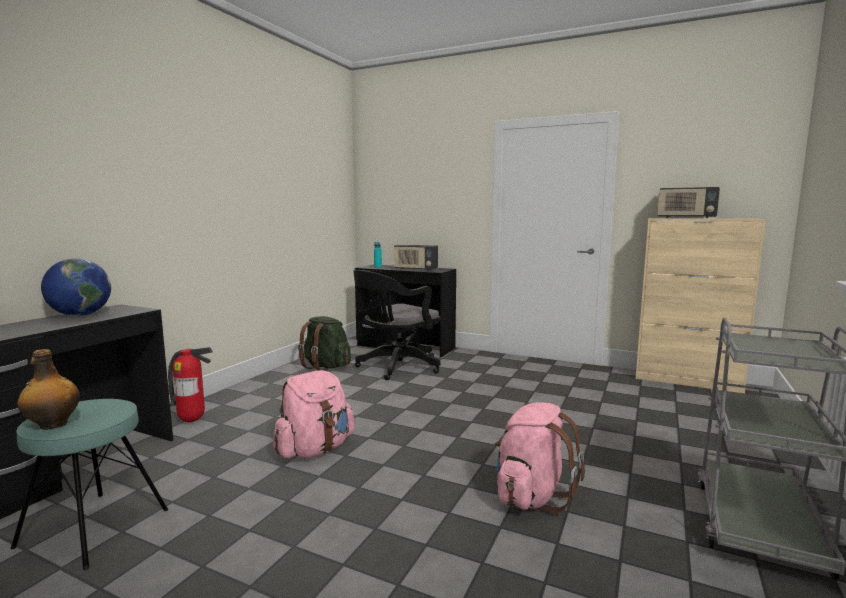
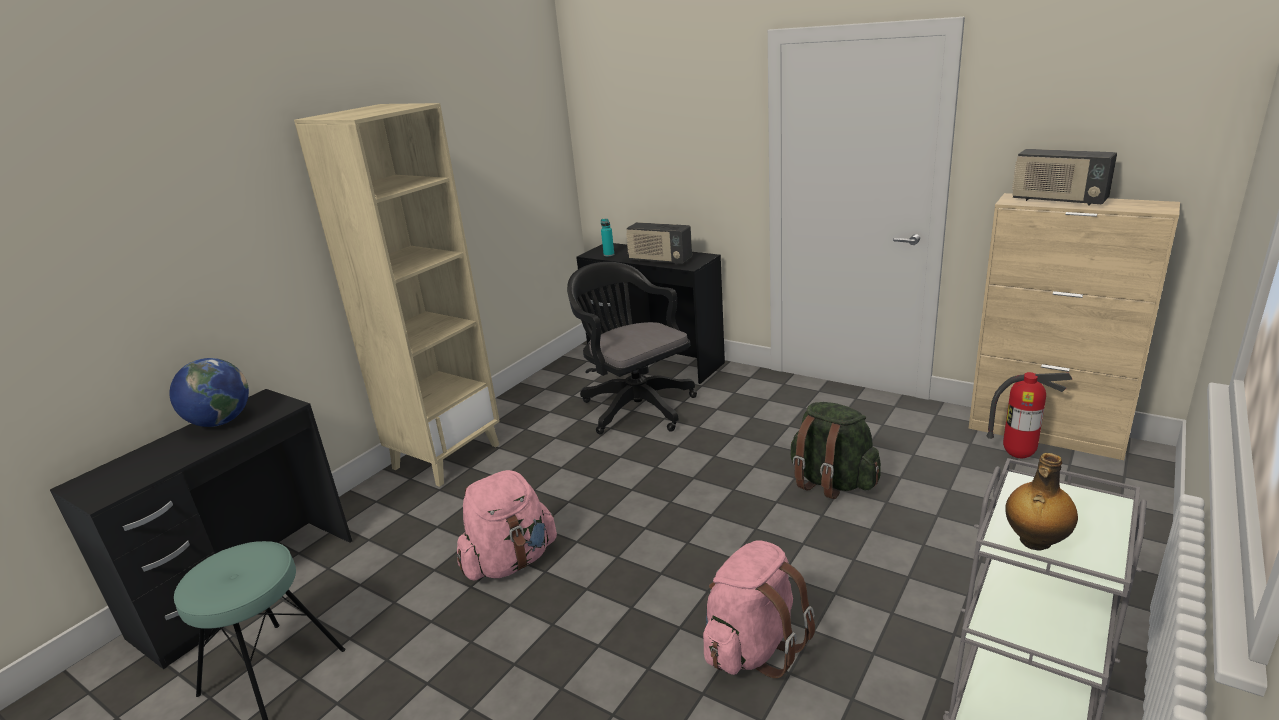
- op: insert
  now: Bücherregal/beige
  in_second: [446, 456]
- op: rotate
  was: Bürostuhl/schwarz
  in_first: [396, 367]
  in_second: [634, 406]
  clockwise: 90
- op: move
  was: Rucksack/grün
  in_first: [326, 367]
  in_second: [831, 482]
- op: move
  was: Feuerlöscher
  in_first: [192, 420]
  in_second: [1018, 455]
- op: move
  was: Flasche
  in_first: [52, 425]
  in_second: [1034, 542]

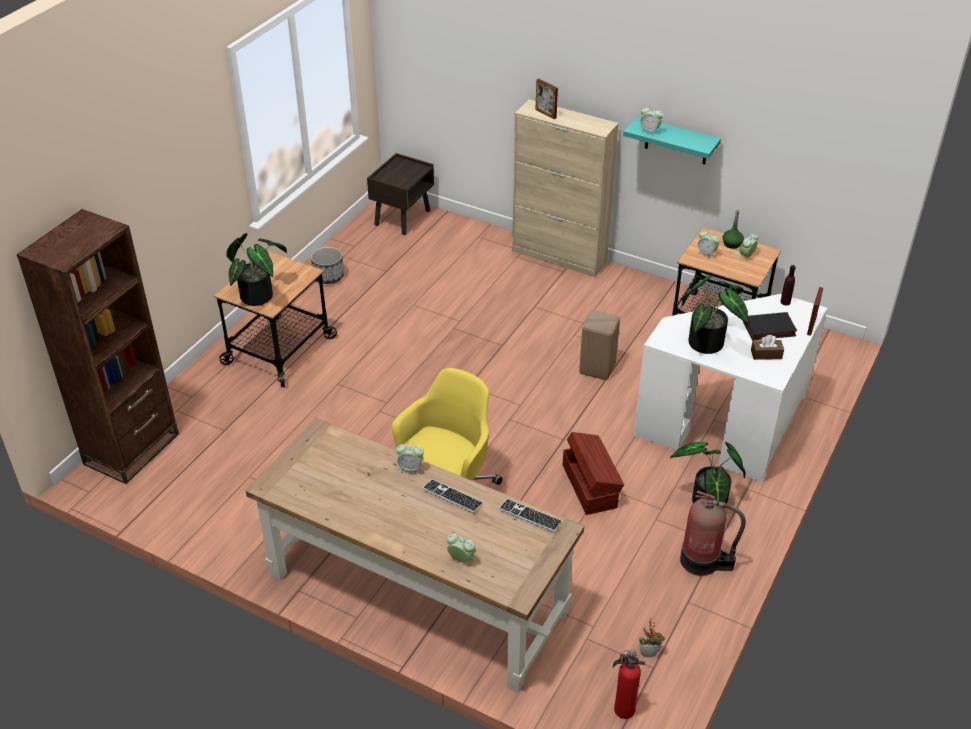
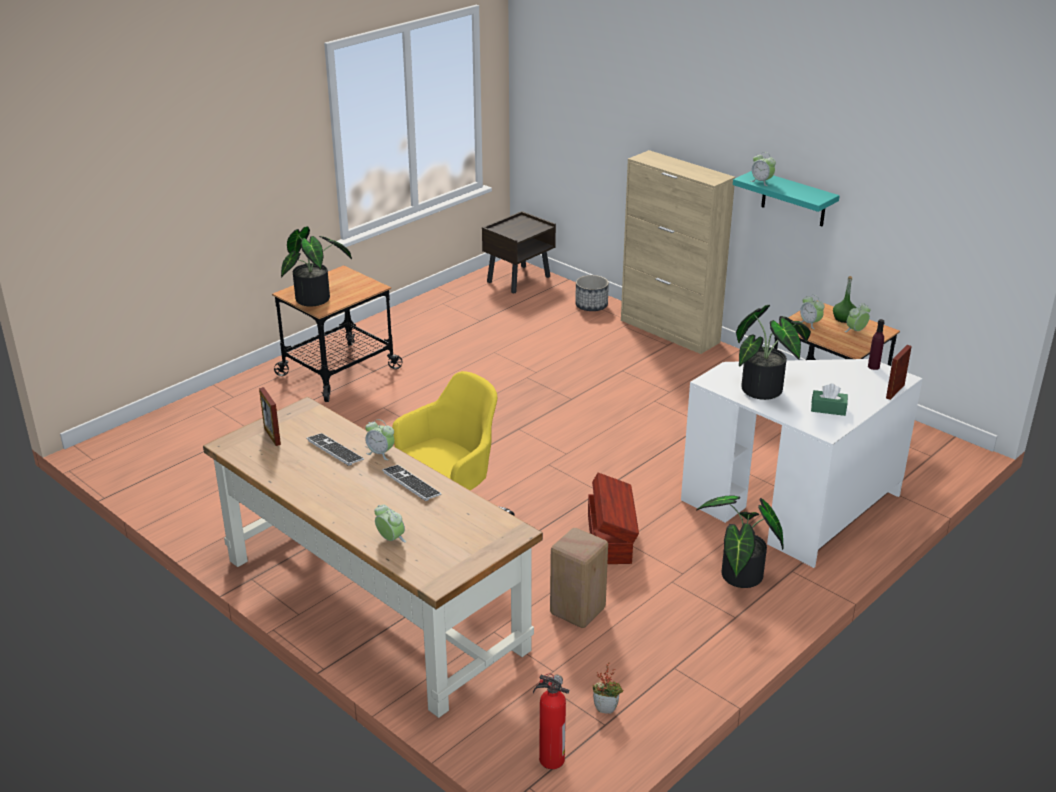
- op: move
  was: Bilderrahmen
  in_first: [546, 113]
  in_second: [272, 436]
- op: move
  was: Tastatur
  in_first: [530, 516]
  in_second: [335, 450]
- op: move
  was: Hocker/beige
  in_first: [596, 367]
  in_second: [577, 609]
- op: move
  was: Pflanzkübel
  in_first: [328, 276]
  in_second: [591, 306]
- op: recolor
  was: Taschentuchbox/braun
  now: Taschentuchbox/grün
  in_first: [766, 354]
  in_second: [828, 409]
- op: delete
  was: Bücherregal/braun
  in_first: [132, 449]
- op: delete
  was: Feuerlöscher
  in_first: [703, 561]
- op: delete
  was: Buch/schwarz
  in_first: [769, 329]

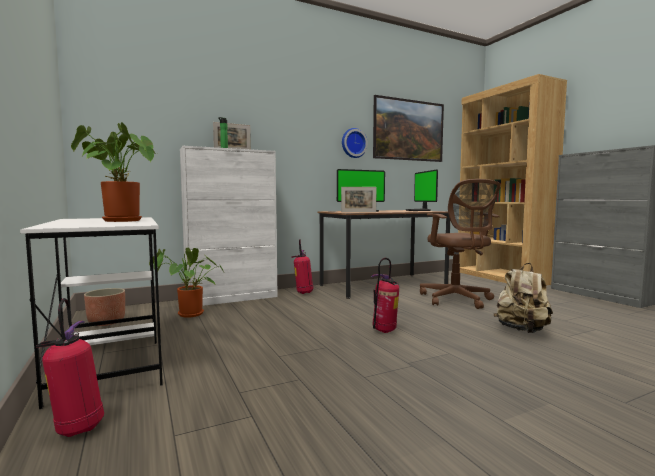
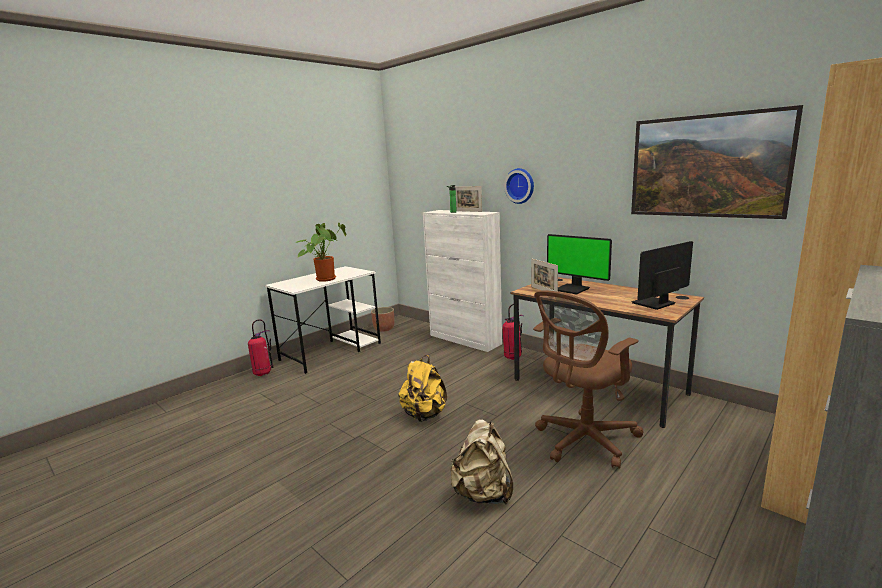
- op: replace
  was: Feuerlöscher
  now: Rucksack/gelb
  in_first: [384, 331]
  in_second: [424, 415]
- op: move
  was: Wanduhr
  in_first: [353, 143]
  in_second: [520, 185]
- op: delete
  was: Topfpflanze
  in_first: [187, 315]

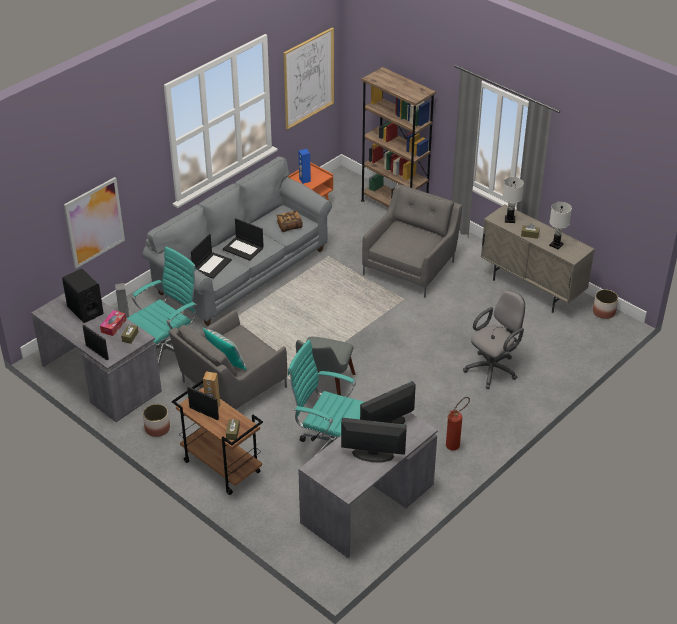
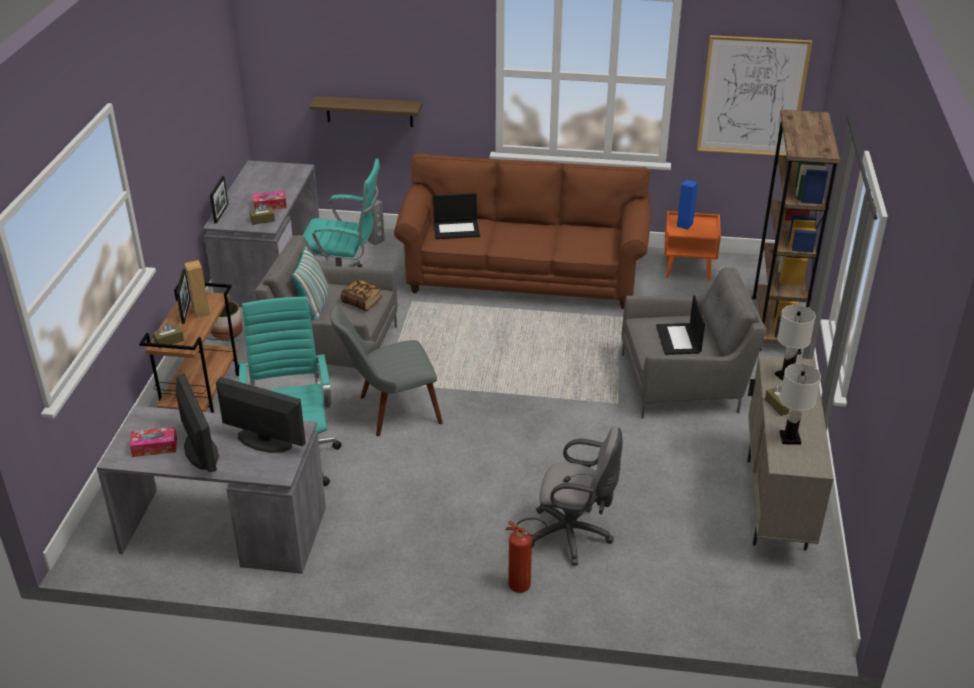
- op: insert
  now: Taschentuchbox
  in_second: [154, 447]
- op: replace
  was: Bild
  now: Wandregal
  in_first: [94, 222]
  in_second: [369, 111]
- op: move
  was: Buch
  in_first: [289, 226]
  in_second: [362, 302]
- op: recolor
  was: Sofa/grau
  now: Sofa/braun
  in_first: [242, 272]
  in_second: [523, 276]
- op: move
  was: Feuerlöscher
  in_first: [455, 444]
  in_second: [525, 586]
- op: move
  was: Laptop
  in_first: [243, 248]
  in_second: [679, 339]
- op: delete
  was: Lautsprecher/schwarz
  in_first: [85, 310]
- op: delete
  was: Pflanzkübel
  in_first: [603, 312]

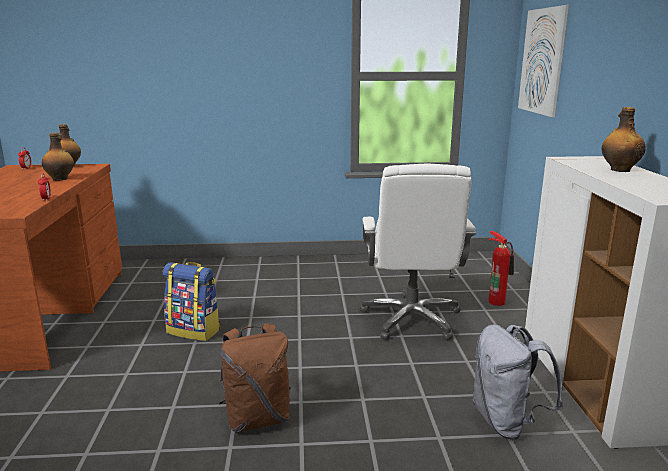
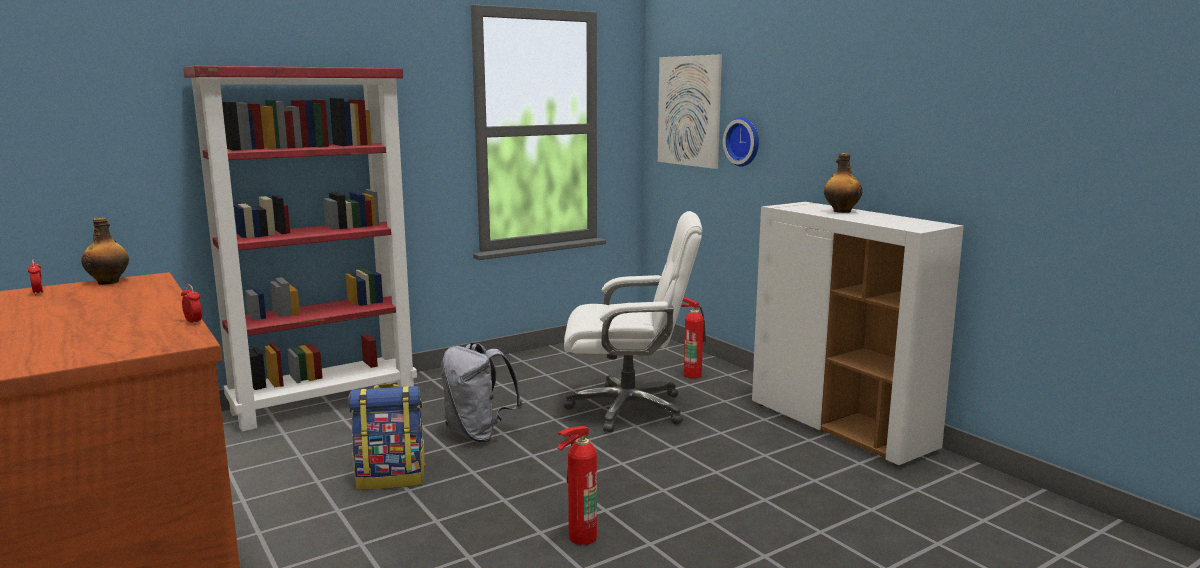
- op: insert
  now: Bücherregal/rot
  in_second: [326, 402]
- op: move
  was: Rucksack/grau
  in_first: [507, 422]
  in_second: [478, 434]
- op: replace
  was: Rucksack/braun
  now: Feuerlöscher
  in_first: [257, 418]
  in_second: [578, 537]
- op: rotate
  was: Bürostuhl/weiß
  in_first: [411, 319]
  in_second: [629, 408]
  clockwise: -60
- op: insert
  now: Wanduhr
  in_second: [744, 141]
- op: delete
  was: Flasche
  in_first: [60, 179]

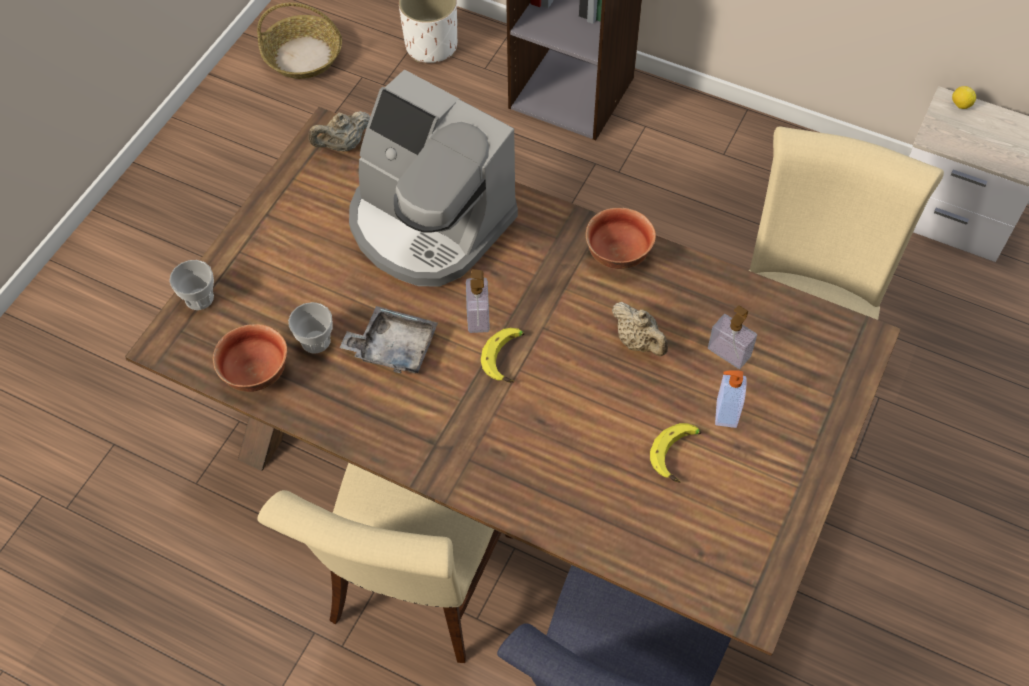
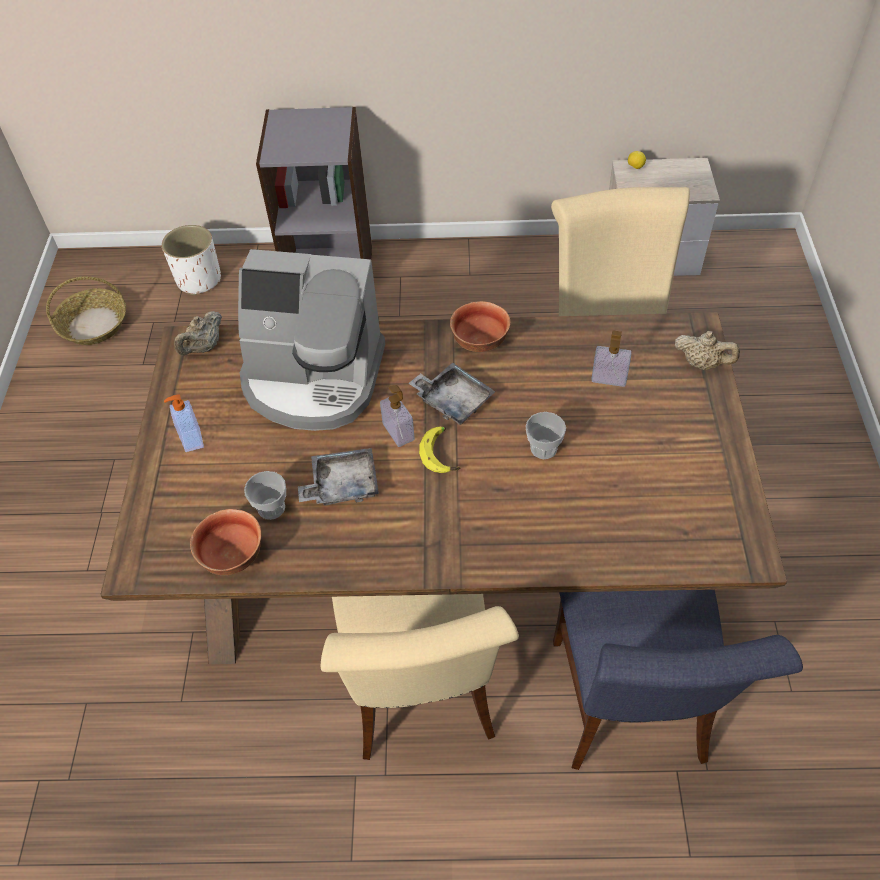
- op: move
  was: Seifenspender
  in_first: [725, 413]
  in_second: [191, 440]
- op: insert
  now: Tablett/grau
  in_second: [453, 400]
- op: move
  was: Tasse
  in_first: [199, 298]
  in_second: [543, 448]
- op: move
  was: Teekanne/beige
  in_first: [638, 342]
  in_second: [702, 363]
- op: delete
  was: Banane
  in_first: [678, 455]

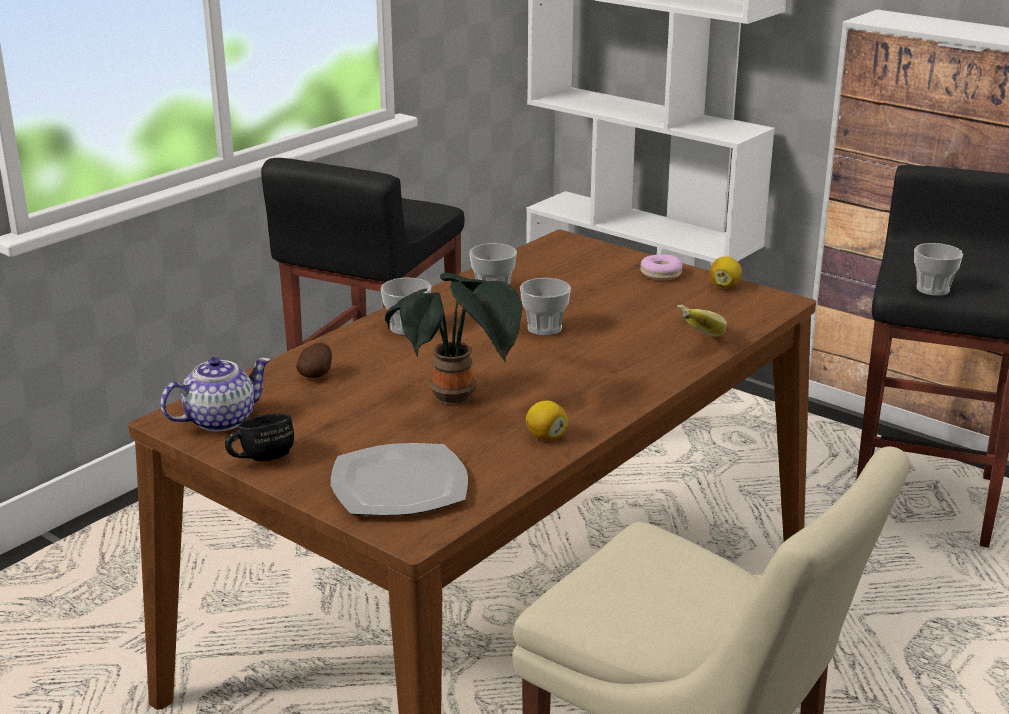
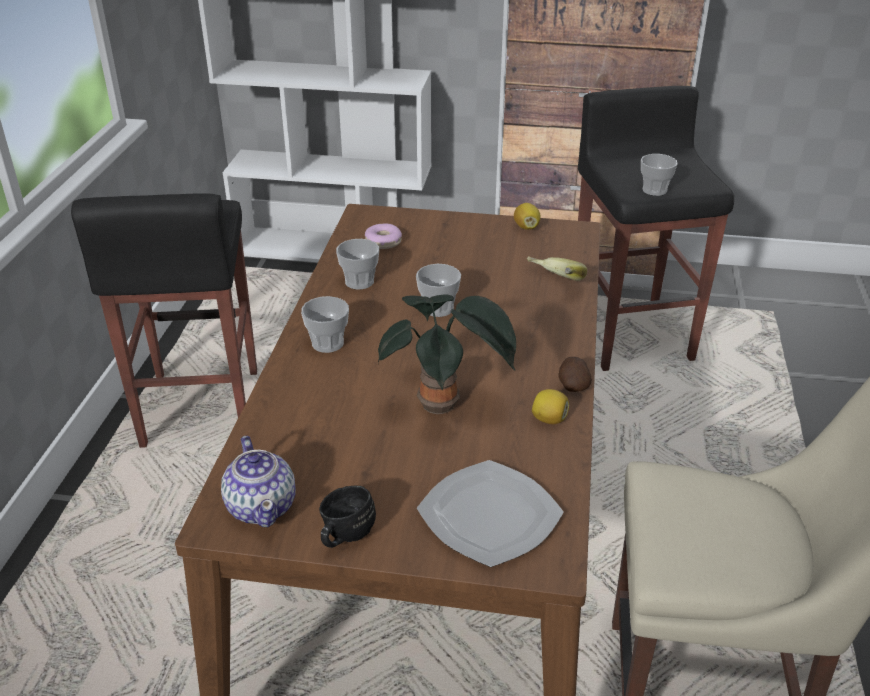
- op: rotate
  was: Teekanne
  in_first: [219, 420]
  in_second: [262, 506]
  clockwise: 135
- op: move
  was: Donut
  in_first: [661, 274]
  in_second: [383, 241]
- op: move
  was: Kartoffel
  in_first: [317, 374]
  in_second: [572, 385]

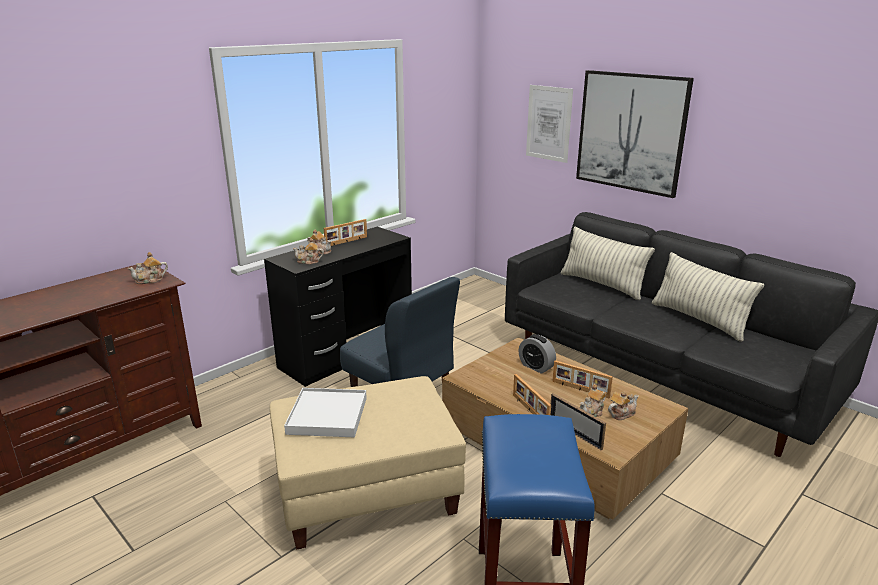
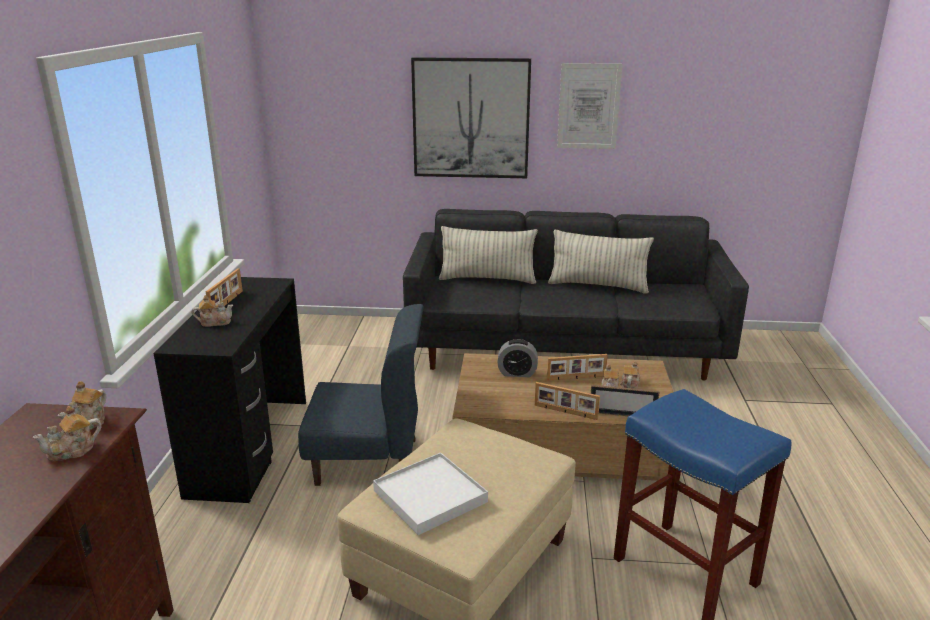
- op: move
  was: Teekanne
  in_first: [308, 261]
  in_second: [72, 451]
- op: move
  was: Bild
  in_first: [549, 123]
  in_second: [588, 106]

